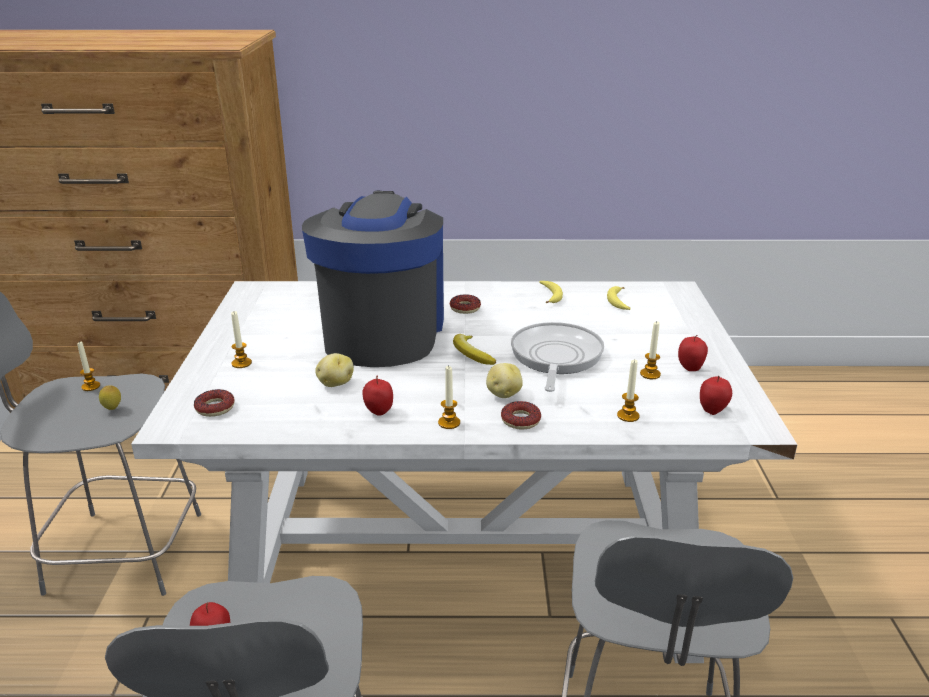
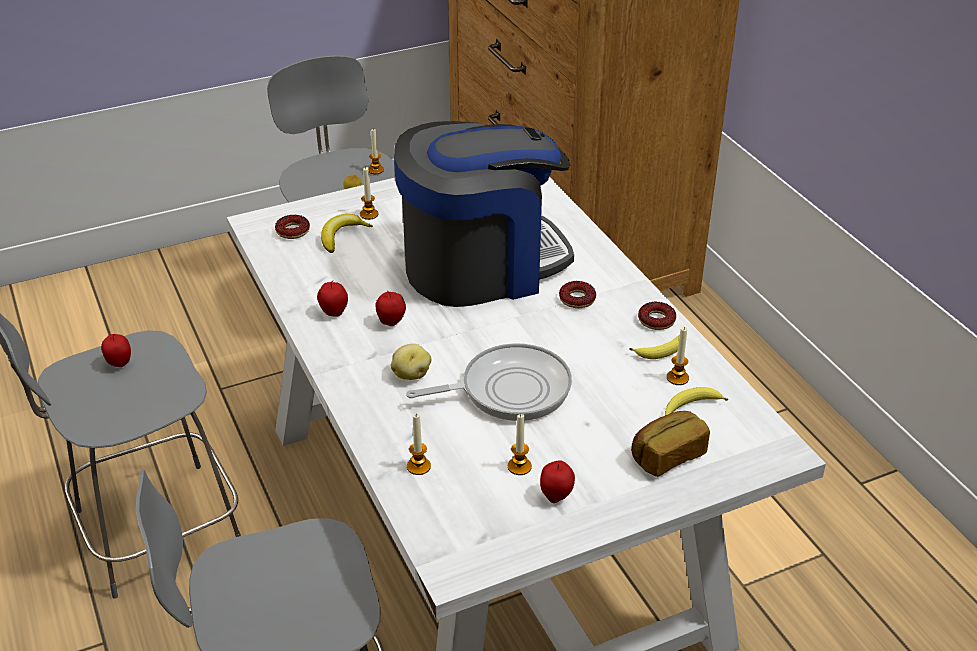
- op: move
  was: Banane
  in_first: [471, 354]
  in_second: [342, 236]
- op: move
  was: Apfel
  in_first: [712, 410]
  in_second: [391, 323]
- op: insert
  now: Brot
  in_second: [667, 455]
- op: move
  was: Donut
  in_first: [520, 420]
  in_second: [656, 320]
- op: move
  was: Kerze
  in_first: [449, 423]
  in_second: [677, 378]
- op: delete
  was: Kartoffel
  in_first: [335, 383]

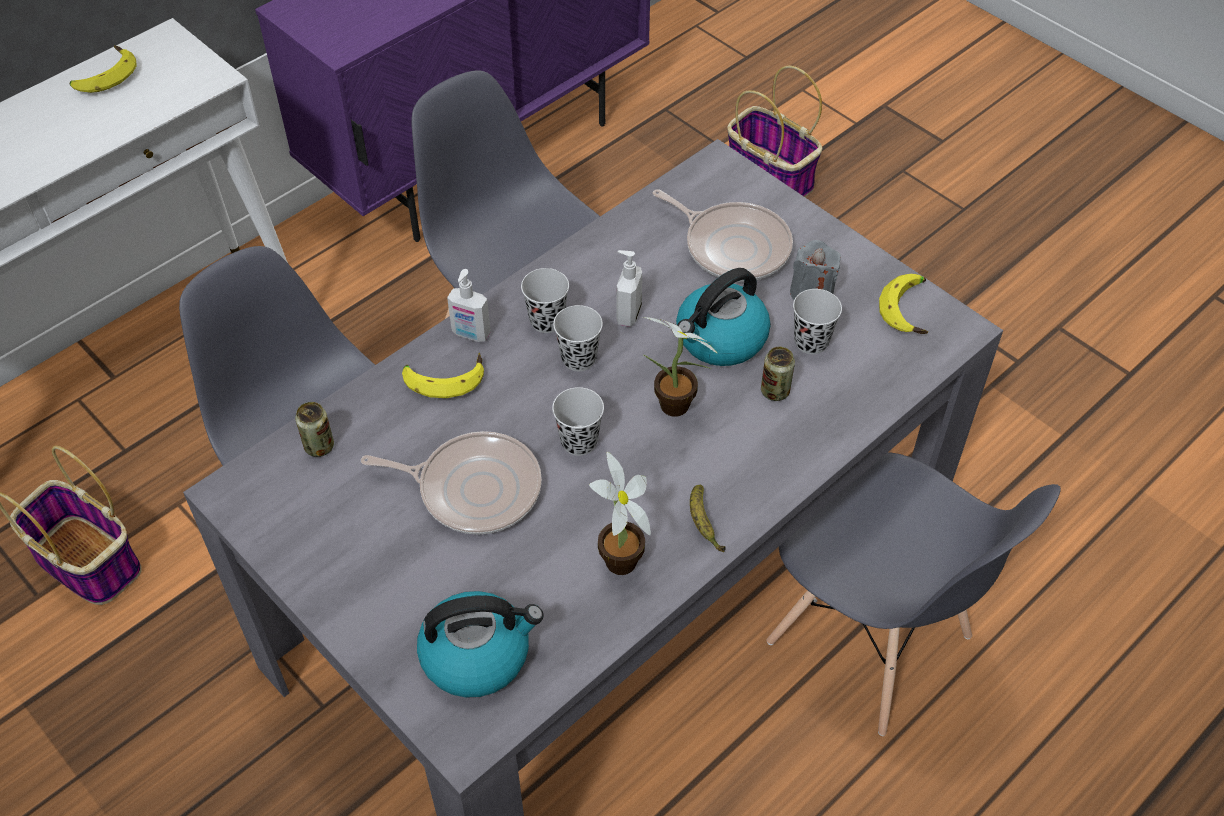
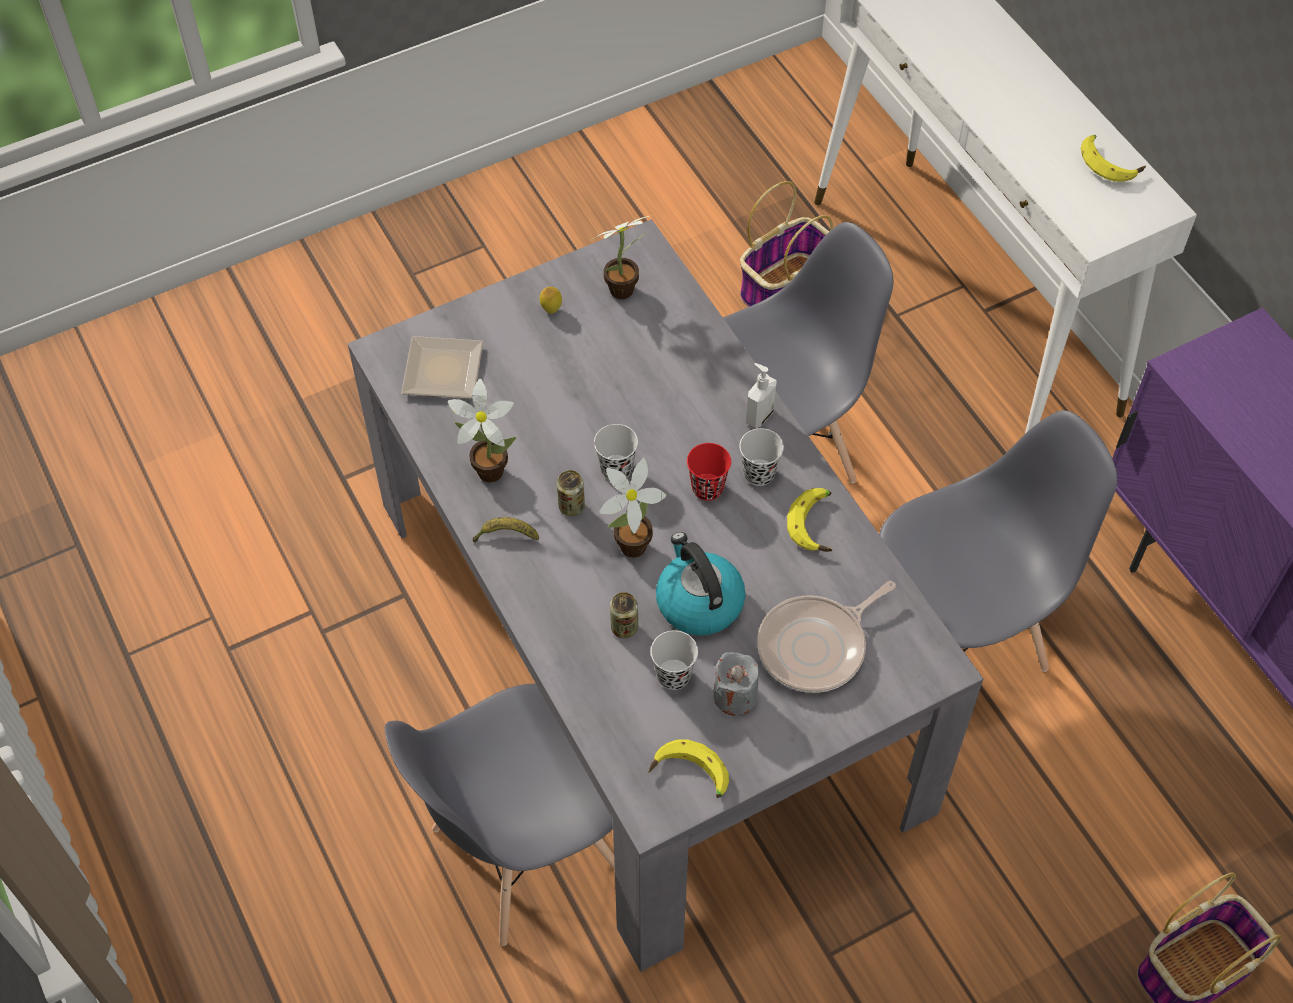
- op: replace
  was: Wasserkessel
  now: Teller
  in_first: [477, 654]
  in_second: [446, 369]
- op: insert
  now: Zitrone
  in_second: [551, 309]
- op: move
  was: Dose
  in_first: [319, 446]
  in_second: [571, 506]
- op: insert
  now: Topfpflanze
  in_second: [626, 289]
- op: recolor
  was: Tasse/schwarz
  now: Tasse/rot
  in_first: [579, 358]
  in_second: [707, 488]
- op: move
  was: Banane
  in_first: [444, 377]
  in_second: [817, 524]
- op: delete
  was: Pfanne
  in_first: [473, 488]
- op: delete
  was: Seifenspender
  in_first: [627, 314]

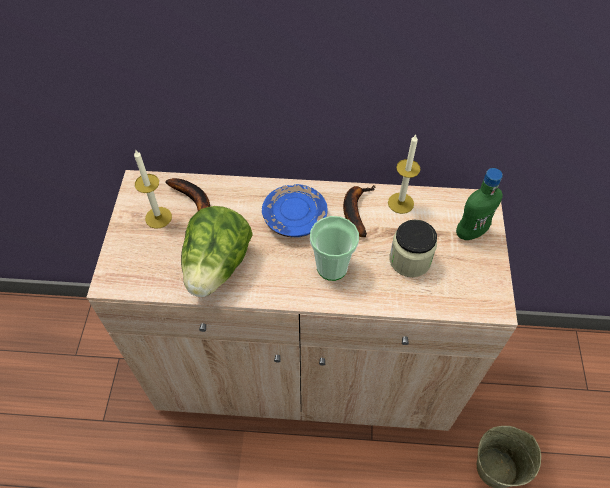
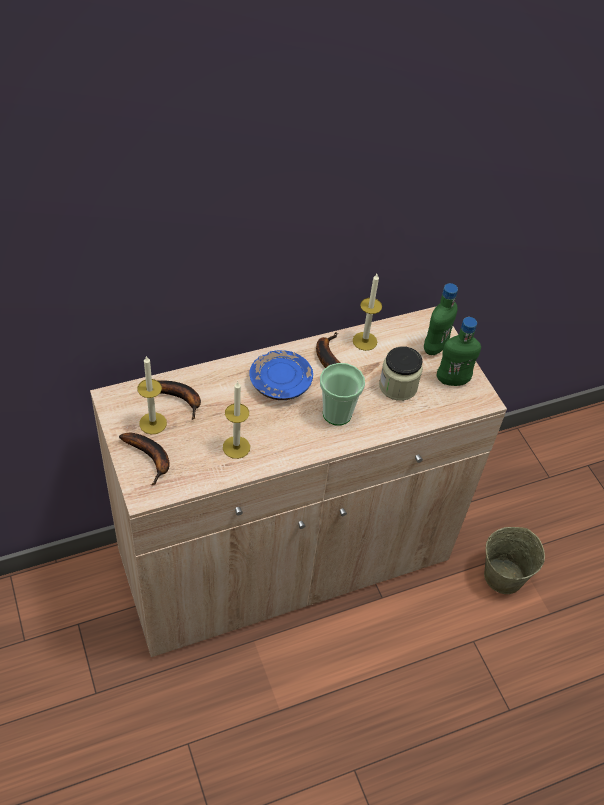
- op: insert
  now: Banane
  in_second: [150, 458]
- op: replace
  was: Salatkopf
  now: Kerze
  in_first: [217, 266]
  in_second: [236, 447]
- op: insert
  now: Flasche/grün
  in_second: [452, 380]

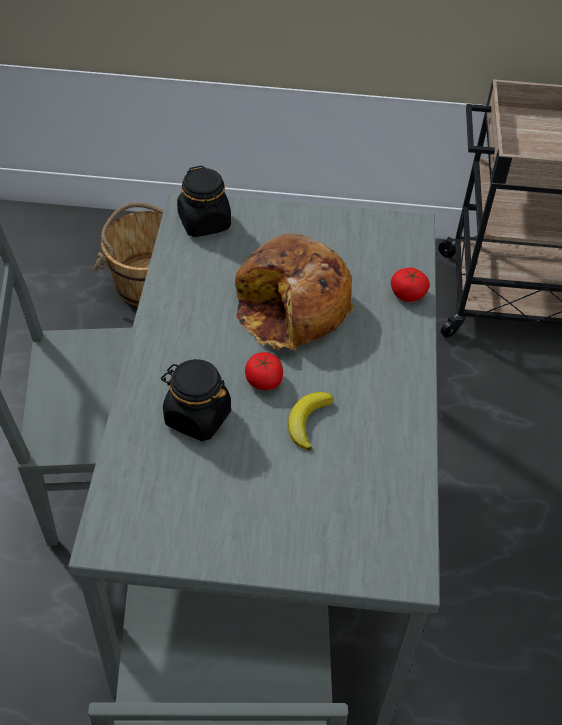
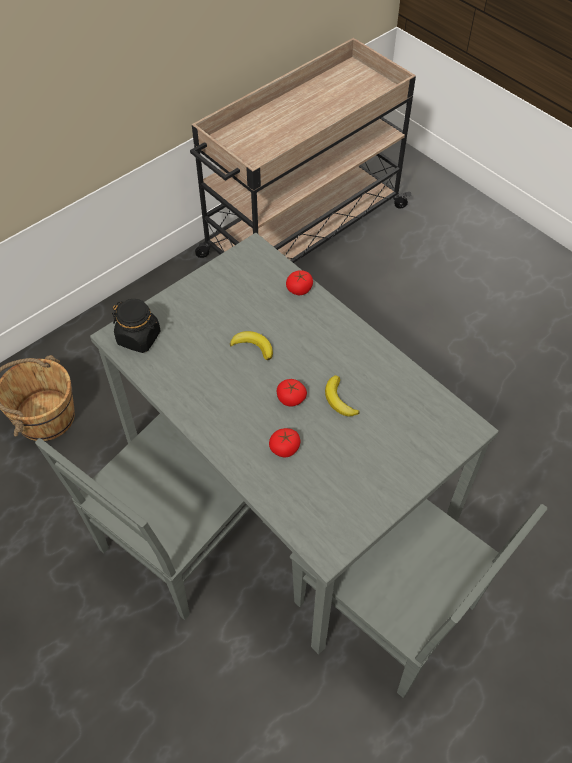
- op: replace
  was: Brot
  now: Banane
  in_first: [292, 308]
  in_second: [253, 346]
- op: replace
  was: Vorratsglas/schwarz
  now: Tomate
  in_first: [197, 417]
  in_second: [284, 448]

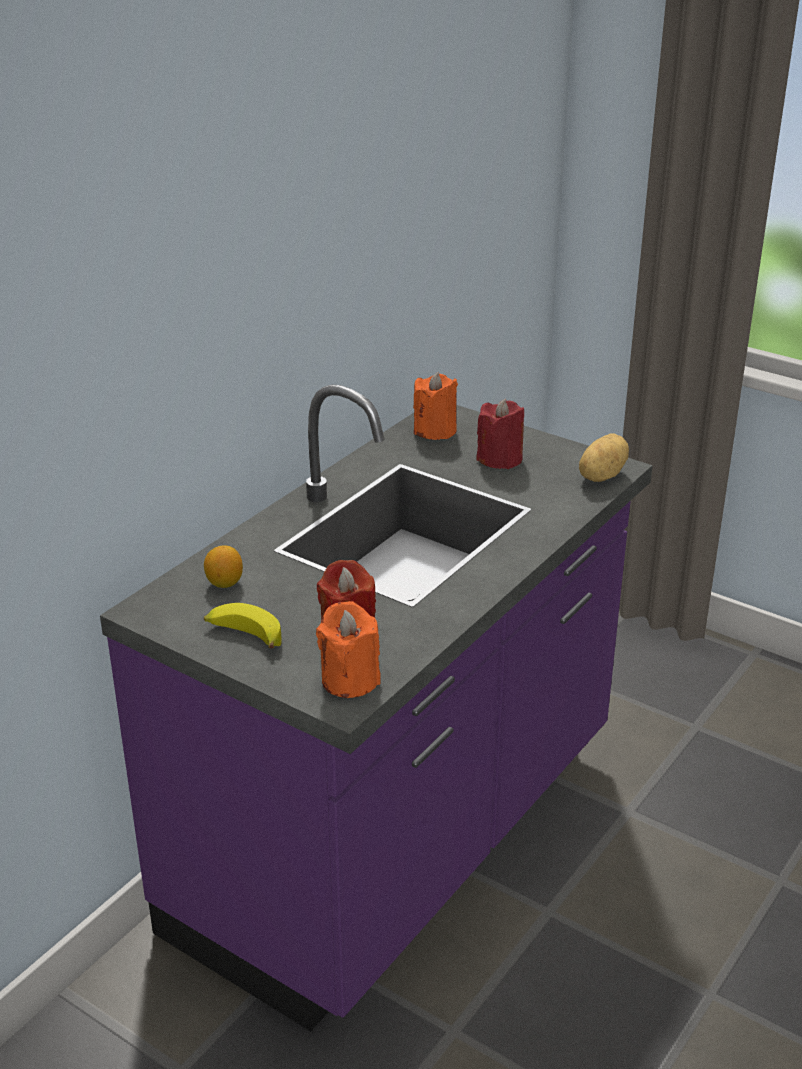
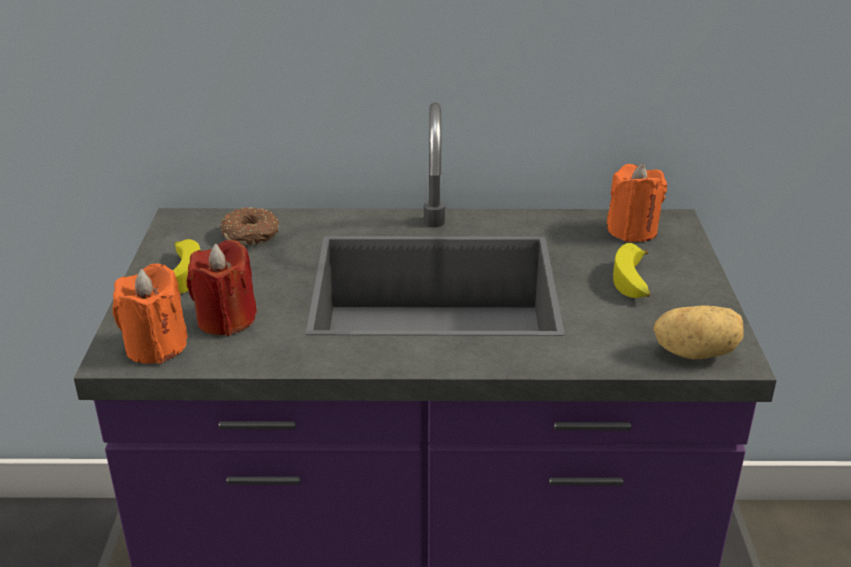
- op: replace
  was: Zitrone
  now: Donut
  in_first: [224, 583]
  in_second: [251, 235]
- op: replace
  was: Kerze/rot
  now: Banane
  in_first: [500, 459]
  in_second: [634, 282]

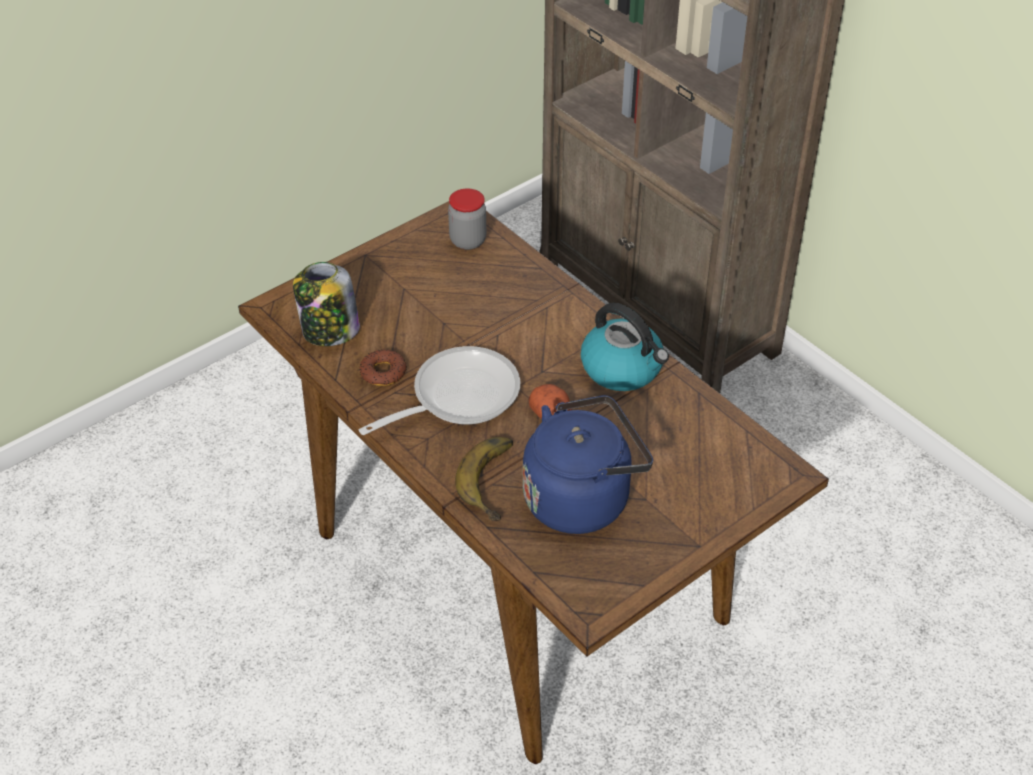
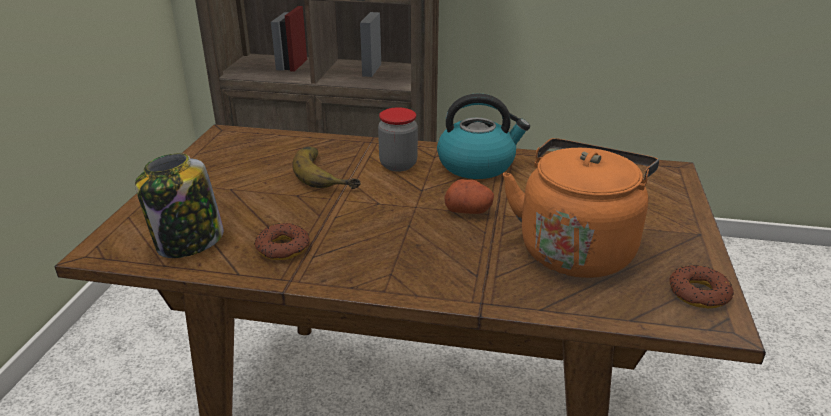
- op: move
  was: Banane
  in_first: [497, 481]
  in_second: [329, 173]
- op: move
  was: Vorratsglas
  in_first: [468, 241]
  in_second: [398, 165]
- op: recolor
  was: Wasserkessel/blau
  now: Wasserkessel/orange
  in_first: [582, 498]
  in_second: [577, 248]
- op: insert
  now: Donut
  in_second: [698, 293]
- op: delete
  was: Pfanne
  in_first: [457, 397]

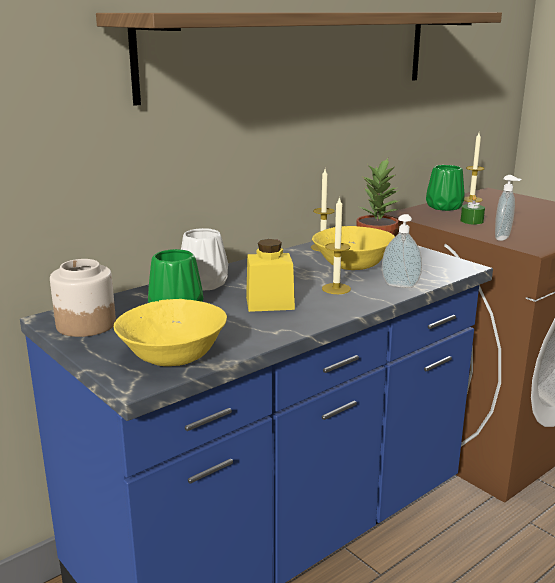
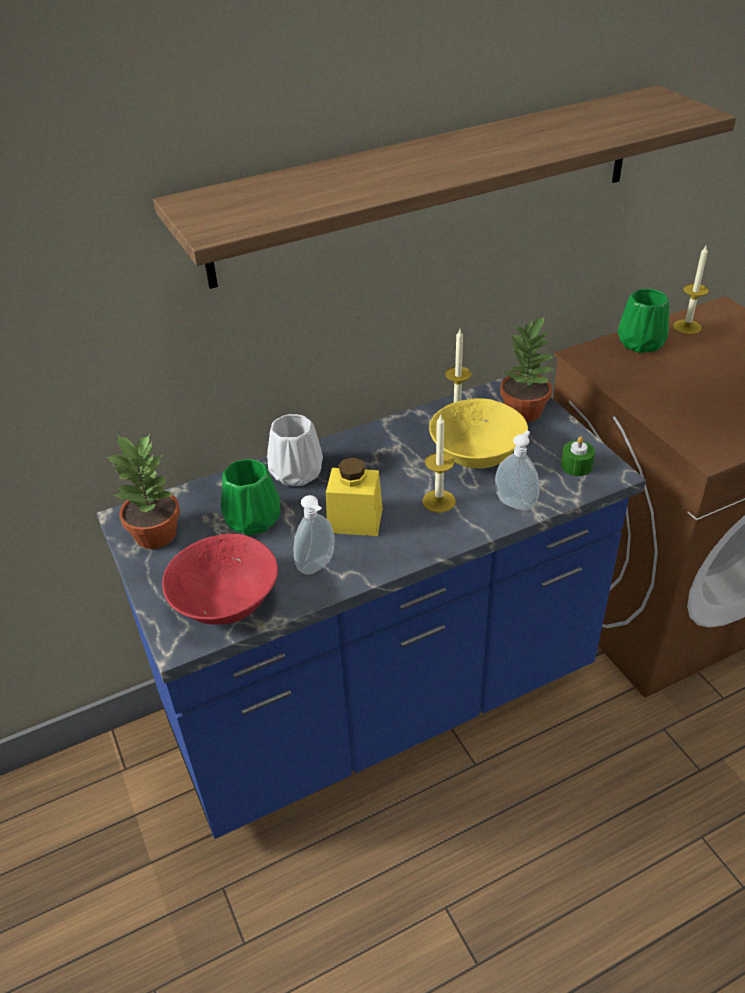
- op: replace
  was: Vorratsglas
  now: Topfpflanze
  in_first: [85, 324]
  in_second: [156, 533]
- op: recolor
  was: Schüssel/gelb
  now: Schüssel/rot
  in_first: [174, 356]
  in_second: [227, 602]
- op: move
  was: Seifenspender
  in_first: [504, 238]
  in_second: [318, 567]
- op: move
  was: Kerze/grün
  in_first: [471, 221]
  in_second: [576, 466]

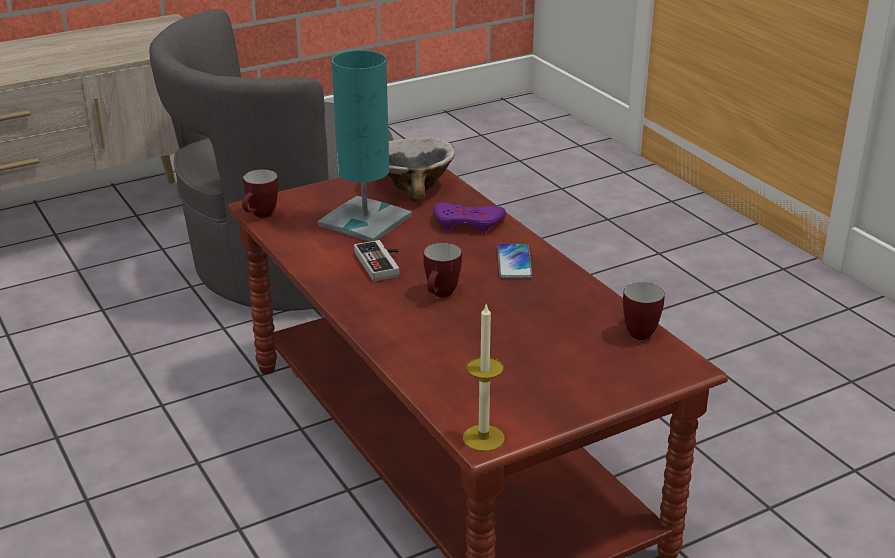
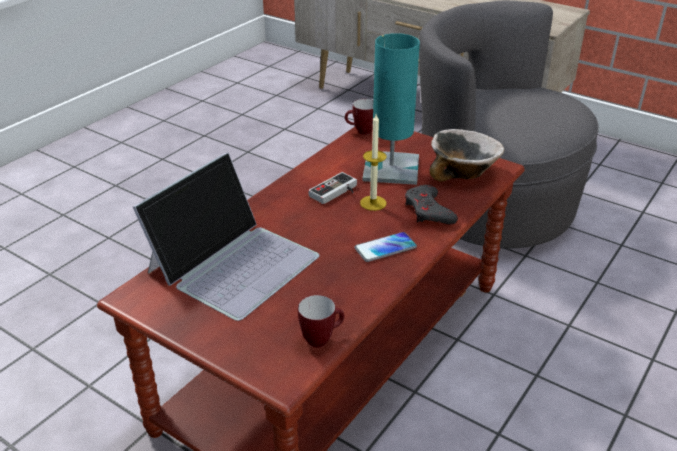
- op: insert
  now: Laptop
  in_second: [234, 262]
- op: move
  was: Kerze
  in_first: [483, 438]
  in_second: [373, 203]
- op: recolor
  was: Gamepad/lila
  now: Gamepad/grau
  in_first: [468, 223]
  in_second: [428, 211]
- op: delete
  was: Henkelbecher
  in_first: [441, 295]

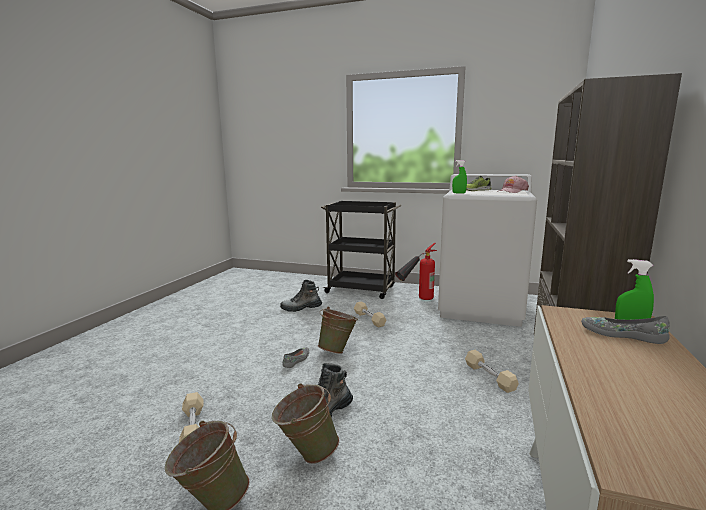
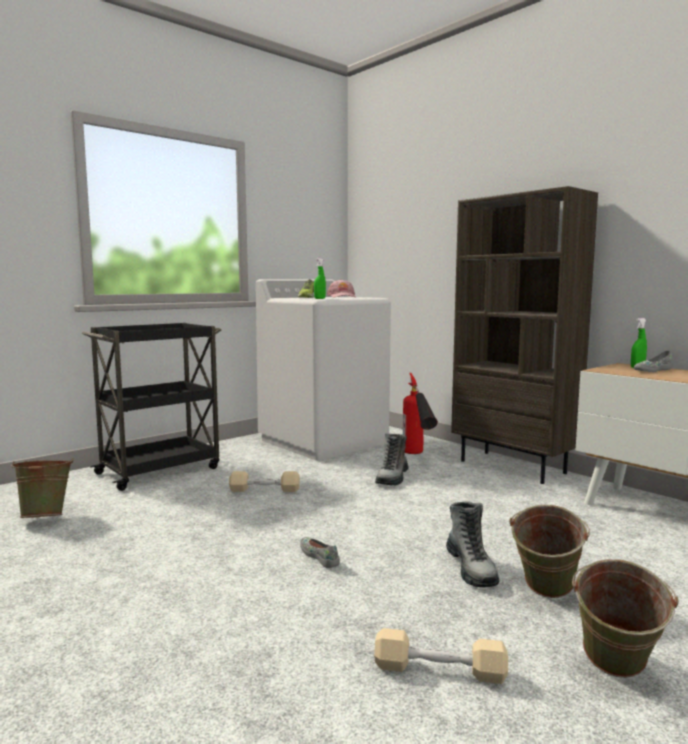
- op: move
  was: Eimer/grün
  in_first: [338, 350]
  in_second: [46, 517]
- op: move
  was: Stiefel
  in_first: [301, 308]
  in_second: [392, 478]
- op: move
  was: Feuerlöscher
  in_first: [416, 300]
  in_second: [418, 457]
- op: delete
  was: Hantel/beige
  in_first: [489, 377]

